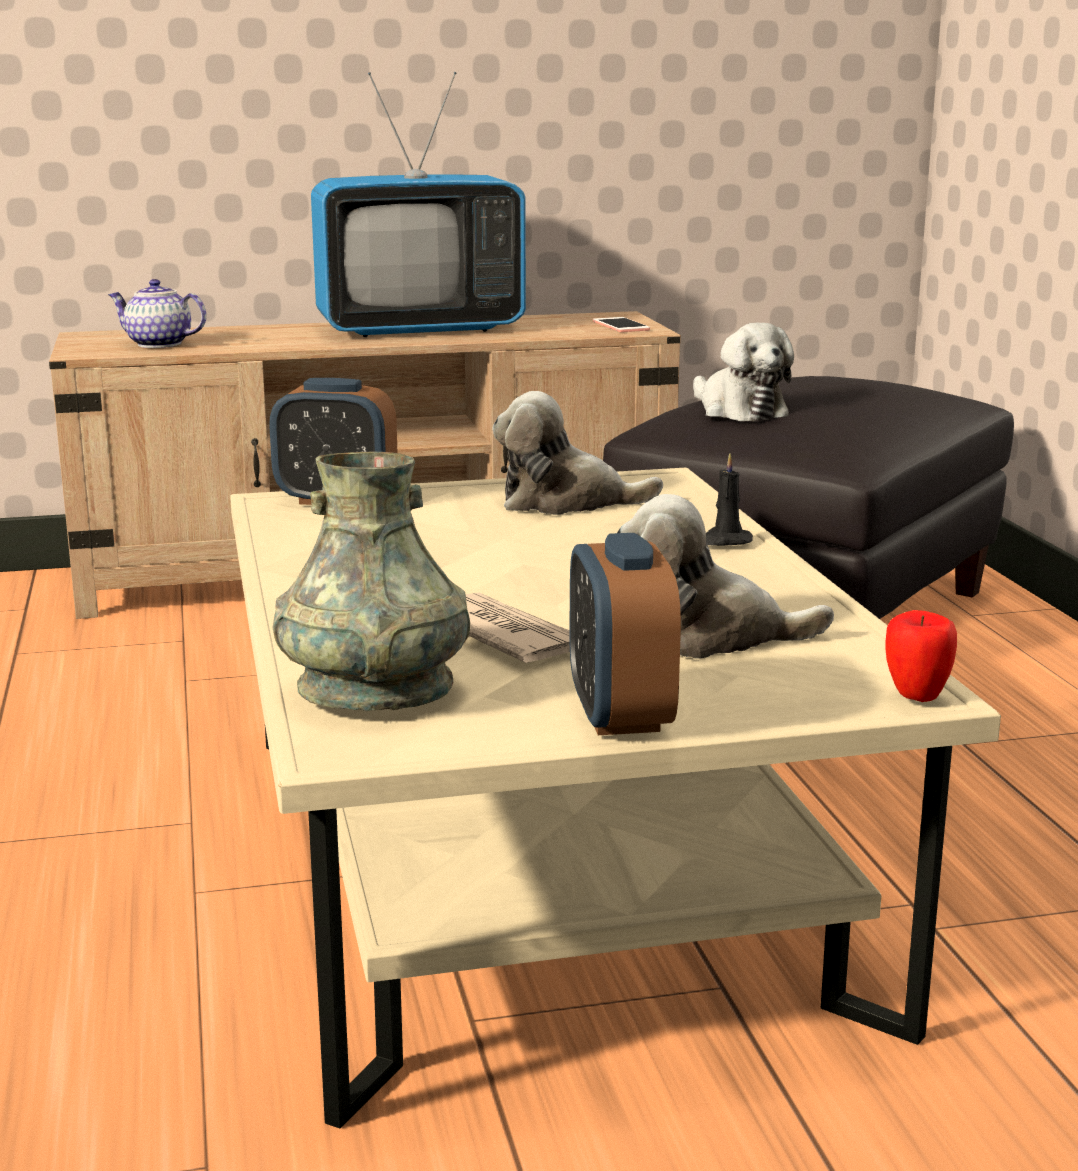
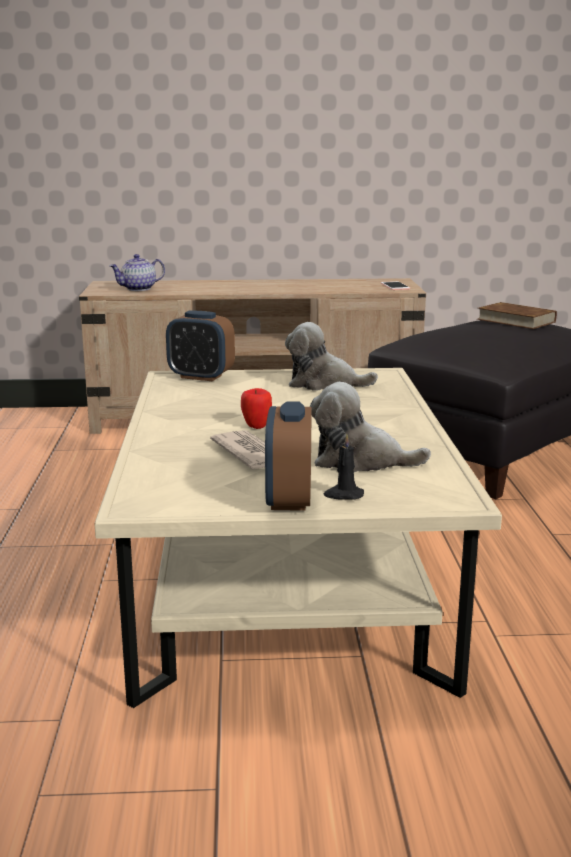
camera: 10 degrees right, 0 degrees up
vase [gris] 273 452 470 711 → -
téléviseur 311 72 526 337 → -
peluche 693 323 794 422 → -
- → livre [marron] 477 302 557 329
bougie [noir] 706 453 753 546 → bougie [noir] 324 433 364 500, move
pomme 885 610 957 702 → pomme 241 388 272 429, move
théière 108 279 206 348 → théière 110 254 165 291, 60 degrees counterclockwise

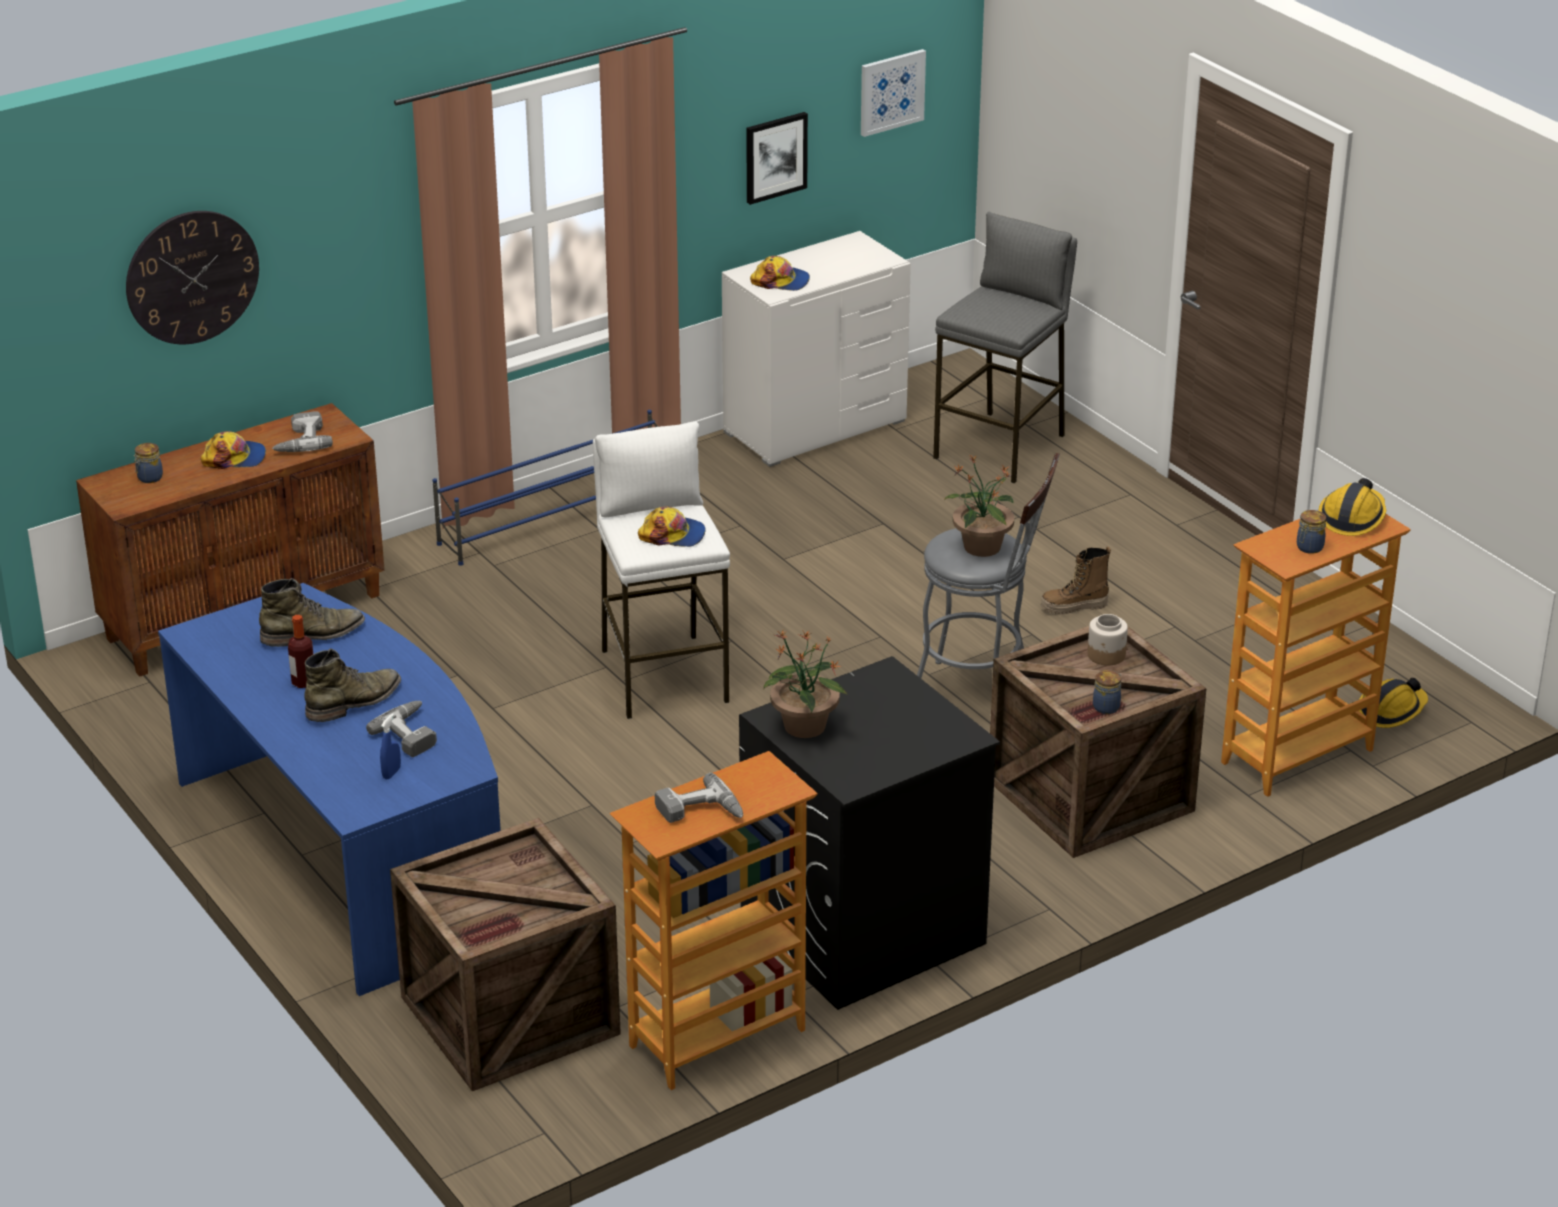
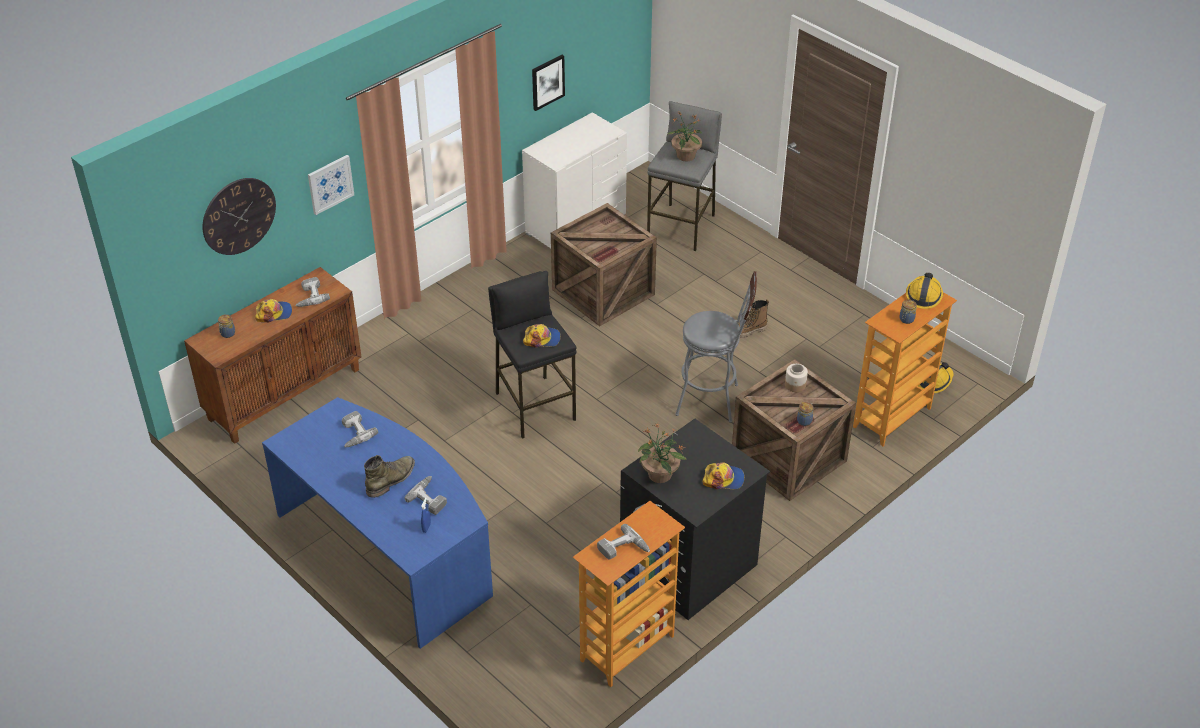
camera: 10 degrees left, 10 degrees up
bouteille 288 615 313 688 → -
étagère à chaussures [bleu] 432 410 658 566 → -
caisse 390 818 621 1091 → caisse 551 203 657 326, move
casquette 750 256 810 291 → casquette 702 462 745 489, move
tableau 861 49 926 137 → tableau 308 155 354 215, move
plante en pot 944 455 1014 557 → plante en pot 667 111 702 161, move
botte [vert] 259 578 365 647 → perceuse 342 411 378 447
tabouret [blanc] 593 422 730 719 → tabouret [noir] 488 271 576 439

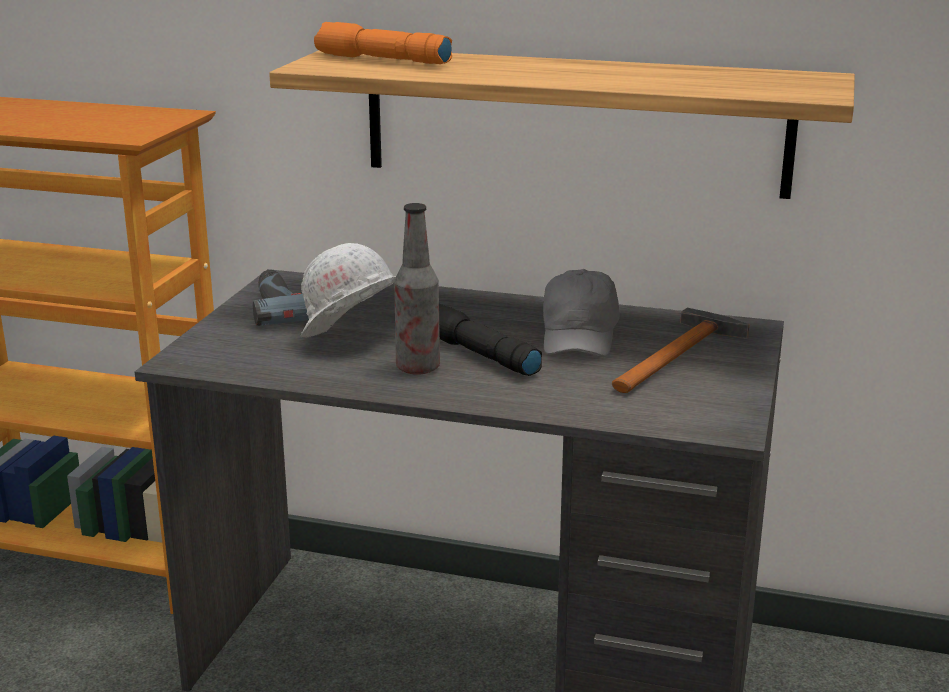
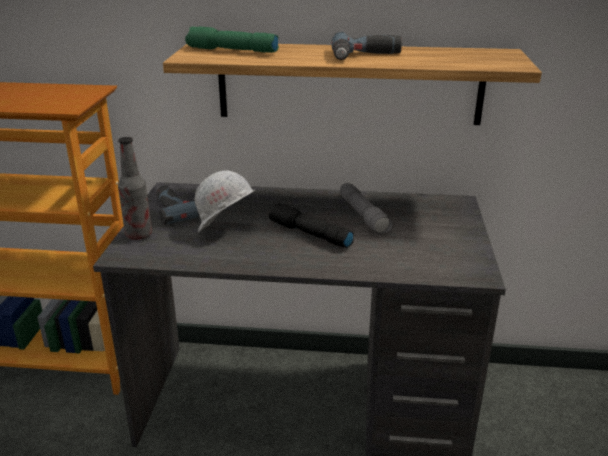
camera: 10 degrees left, 5 degrees up
marteau 612 308 749 393 → -
- → perceuse 331 32 402 60
bouteille 394 203 440 375 → bouteille 118 137 152 240, move
casquette [gris] 543 269 620 357 → lampe de poche [gris] 340 183 393 234
lampe de poche [orange] 314 22 452 64 → lampe de poche [vert] 185 27 279 53

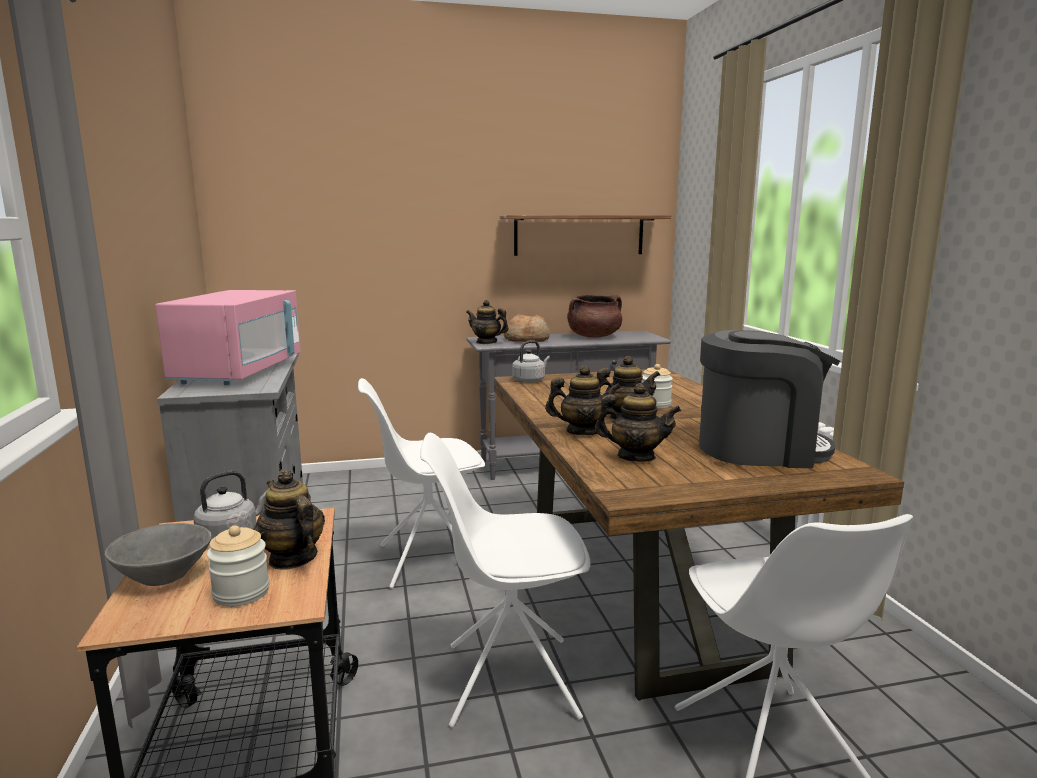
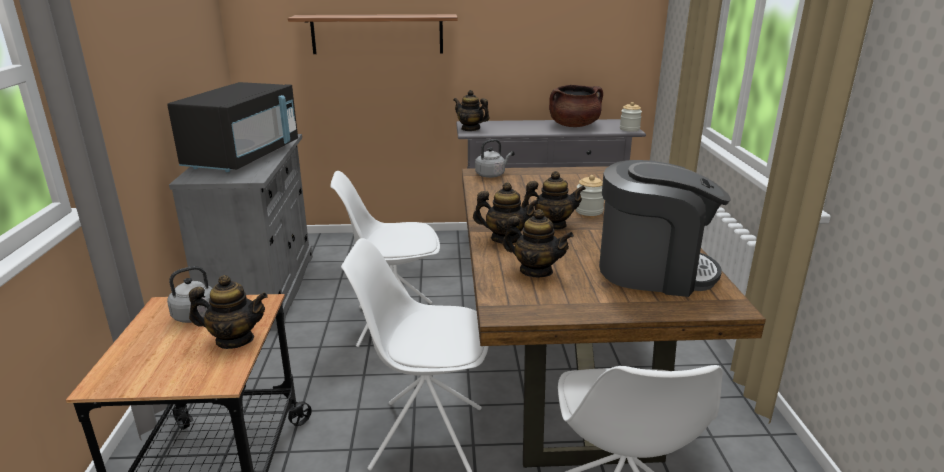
camera: 10 degrees right, 10 degrees up
bol [gris] 105 523 212 586 → -
pain 504 315 550 342 → -
bocal 207 525 269 607 → bocal 620 102 642 131, move
étagère 500 215 671 256 → étagère 288 14 458 54, move
micro-ondes [rose] 155 290 301 385 → micro-ondes [noir] 167 82 298 172
théière 254 470 325 570 → théière 189 275 268 349, 120 degrees clockwise

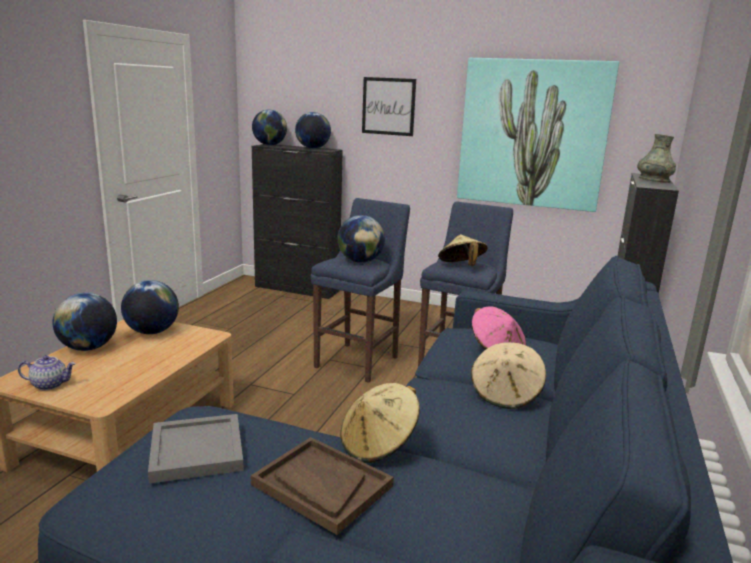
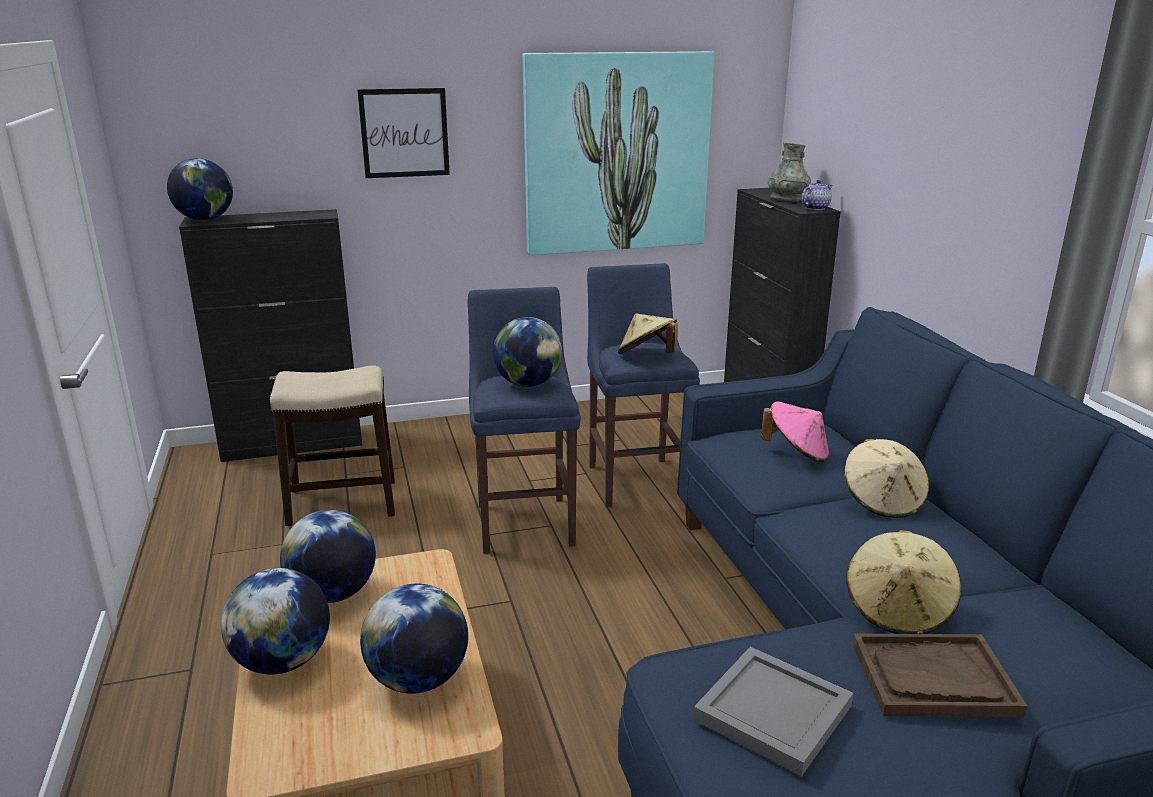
camera: 35 degrees left, 5 degrees up
- → tabouret 270 365 395 526
théière 18 355 76 390 → théière 801 180 833 210, move
globe 295 112 331 149 → globe 360 584 468 694, move

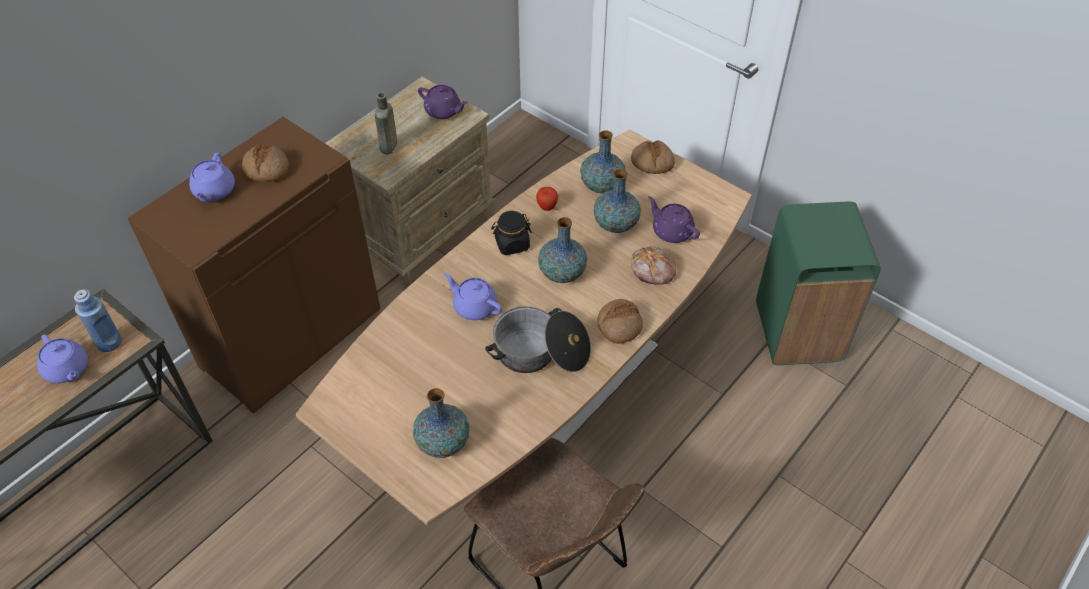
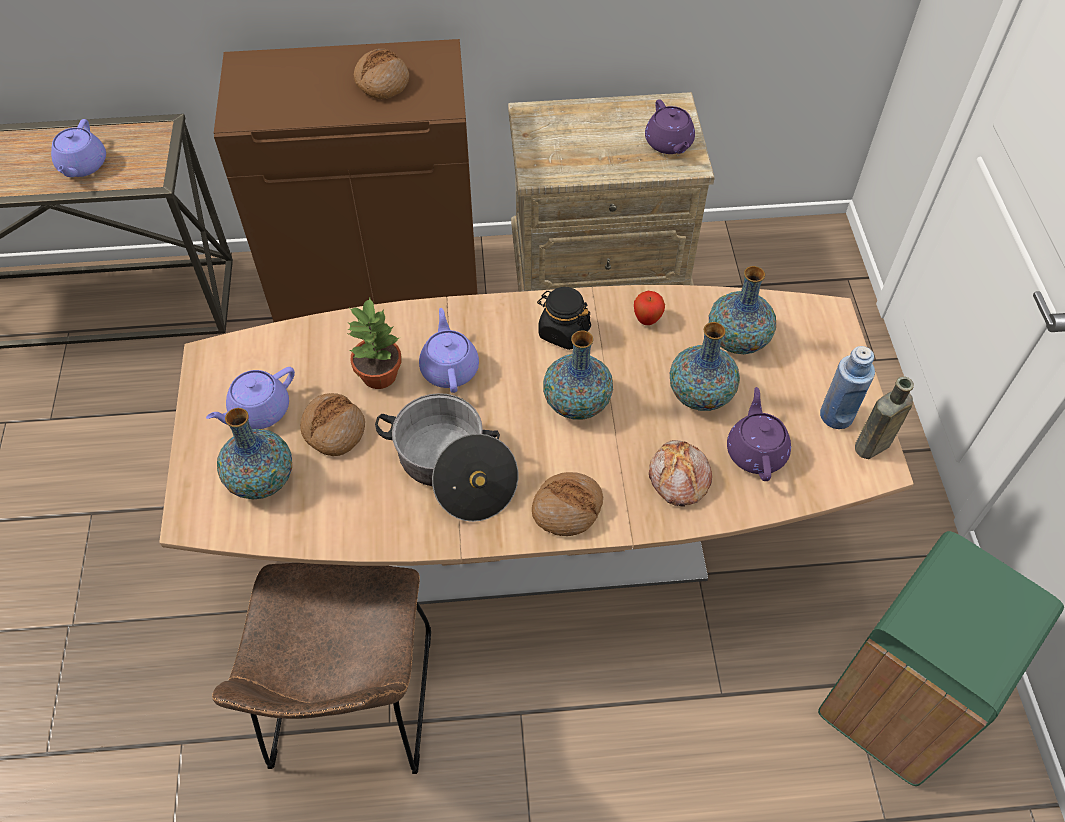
camera: 45 degrees right, 5 degrees up
- → plante en pot 347 298 402 389
bouteille [bleu] 74 289 122 352 → bouteille [bleu] 820 346 875 429, move
théière [violet] 189 152 235 202 → théière [violet] 206 367 295 429, move
bouteille [marron] 375 92 397 155 → bouteille [marron] 855 376 914 459, move
pain 631 140 675 174 → pain 300 393 365 456, move

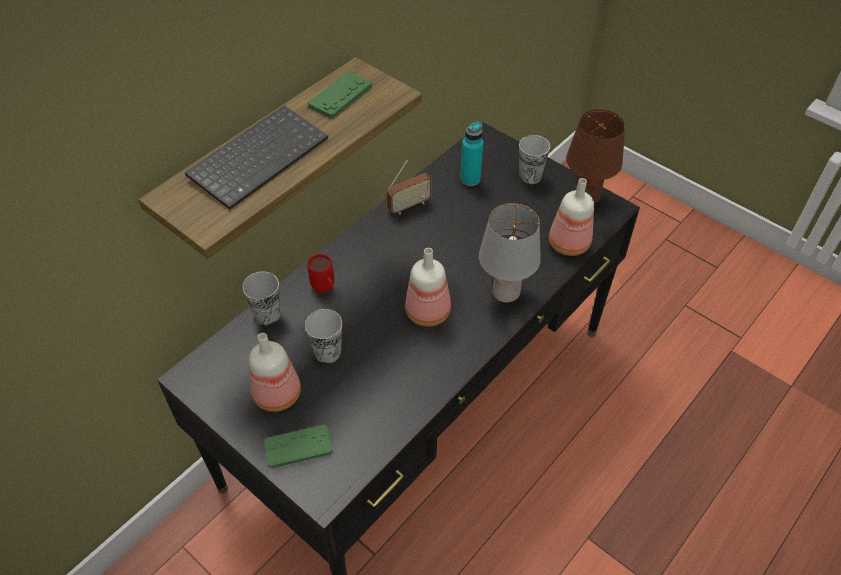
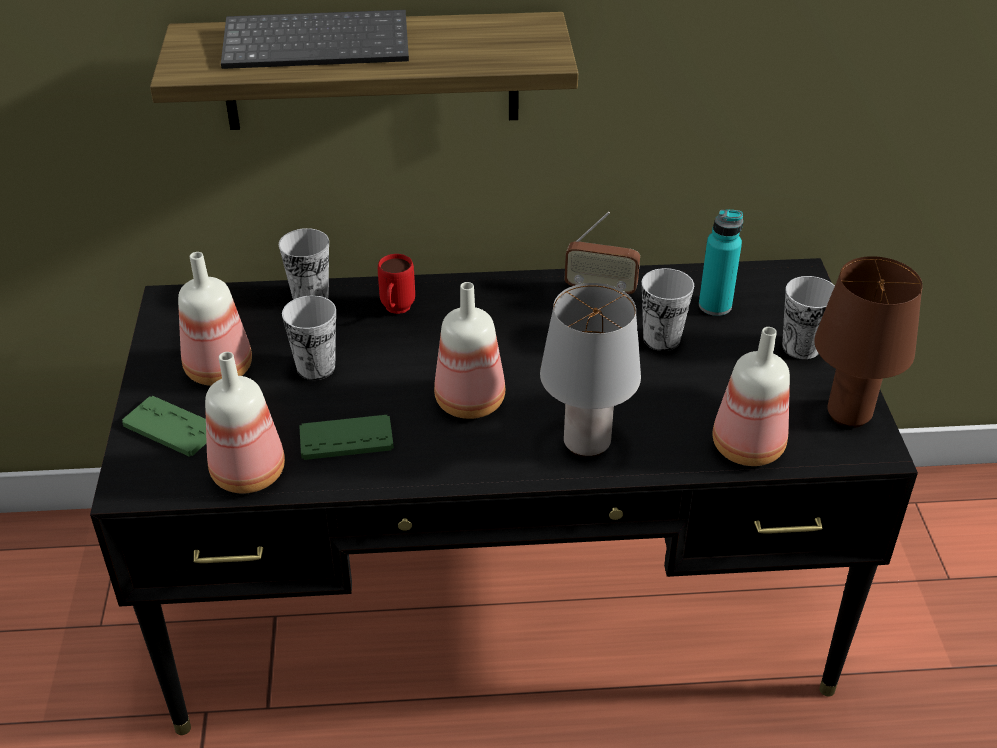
camera: 45 degrees right, 10 degrees down
- → bouteille 205 352 285 494
- → tasse 642 268 694 351
manette [vert] 308 72 372 118 → manette [vert] 299 415 394 460, move

